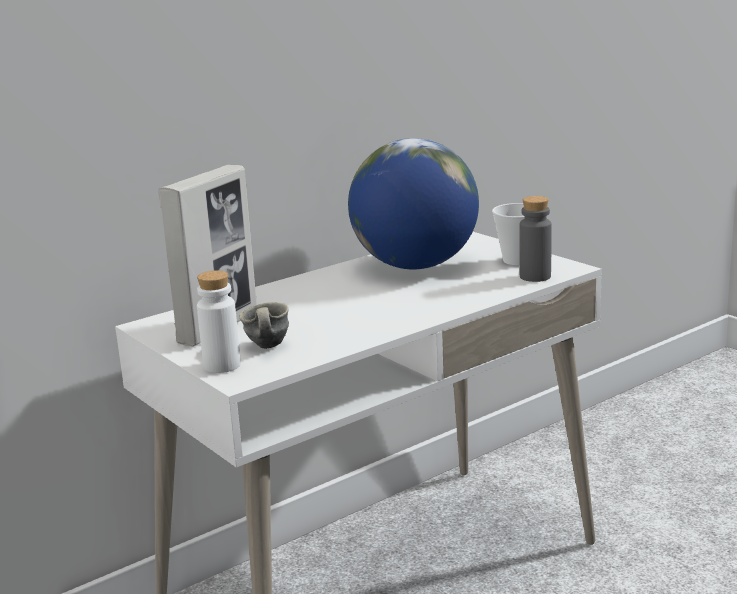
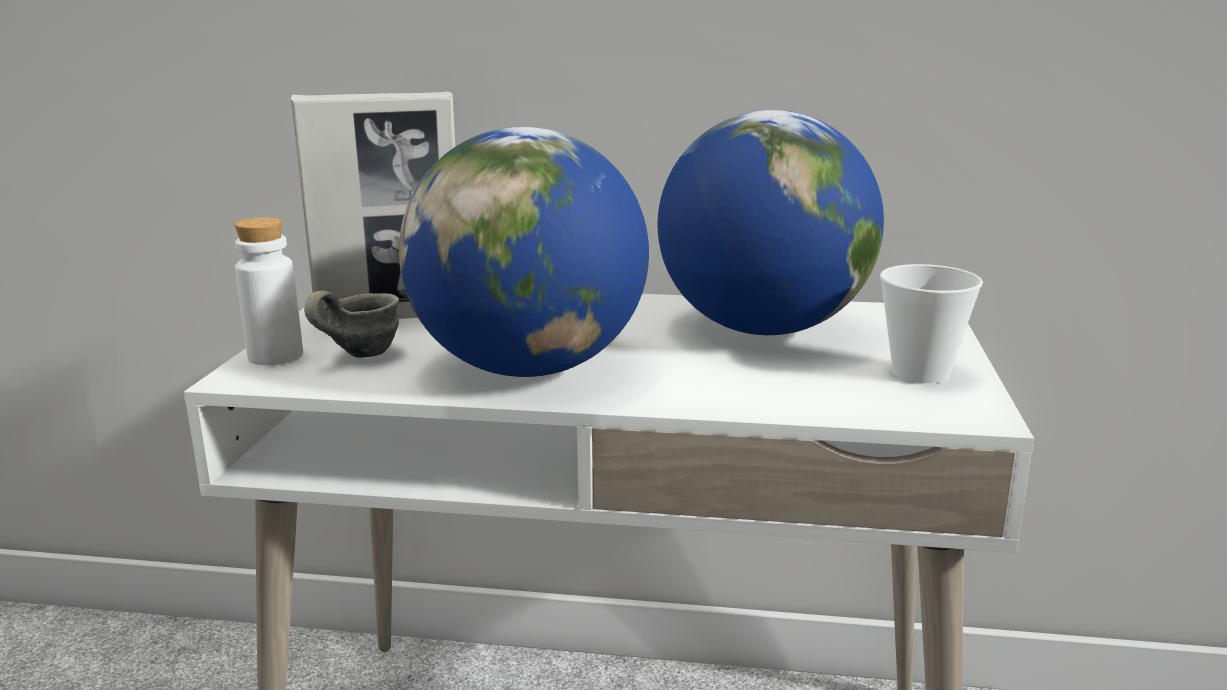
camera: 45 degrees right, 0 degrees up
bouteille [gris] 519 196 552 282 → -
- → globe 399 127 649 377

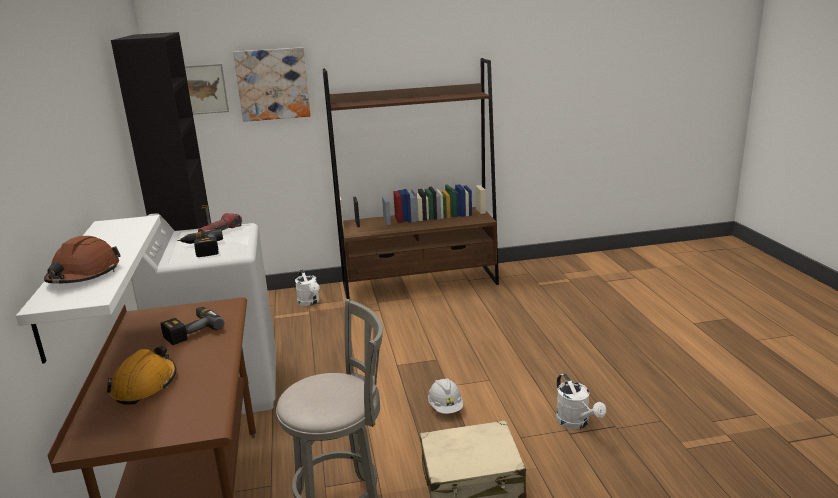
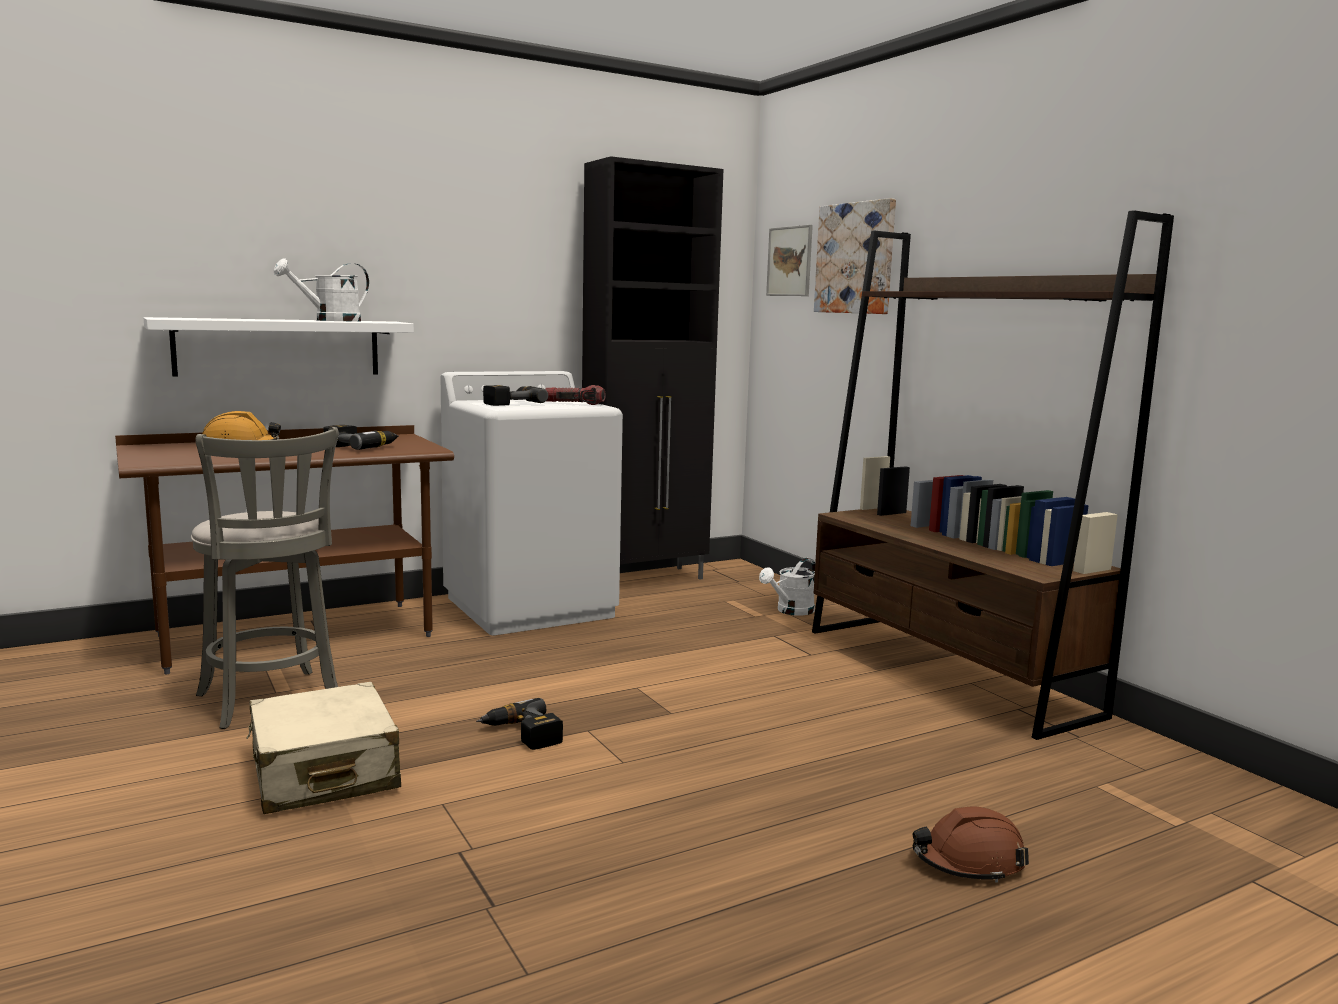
camera: 70 degrees right, 10 degrees down
casque de chantier [marron] 44 236 121 284 → casque de chantier [marron] 913 806 1029 883, move
arrosoir [blanc] 556 374 606 429 → arrosoir [blanc] 274 258 369 321, move
casque de chantier [blanc] 428 378 463 414 → perceuse 476 698 563 750

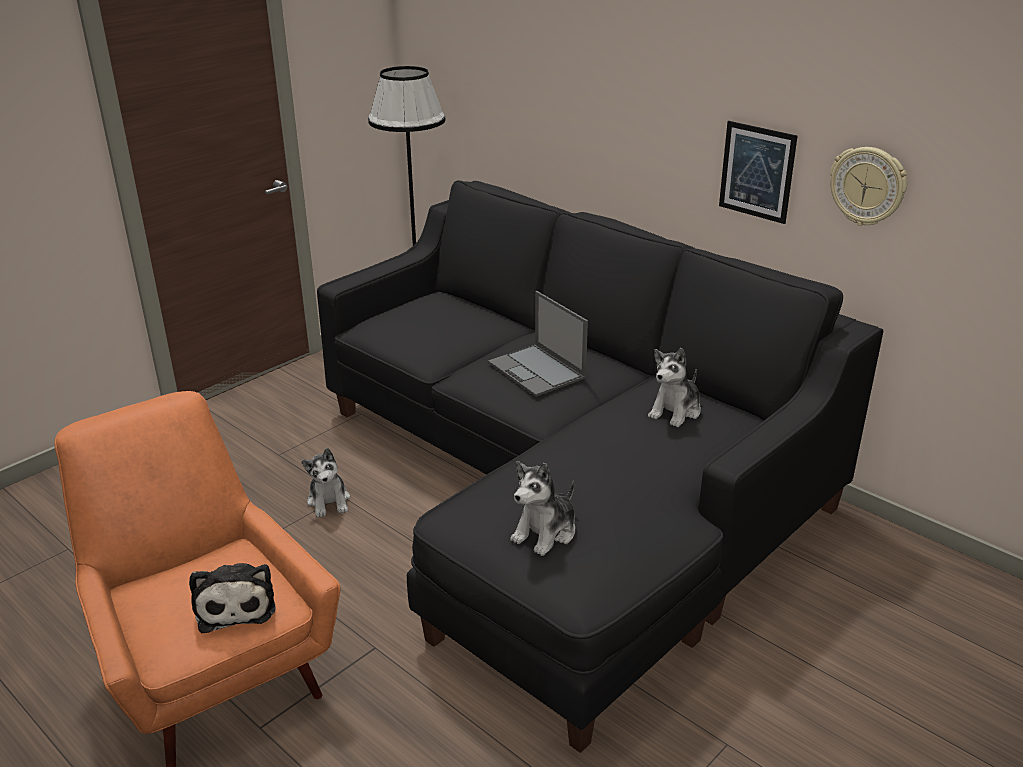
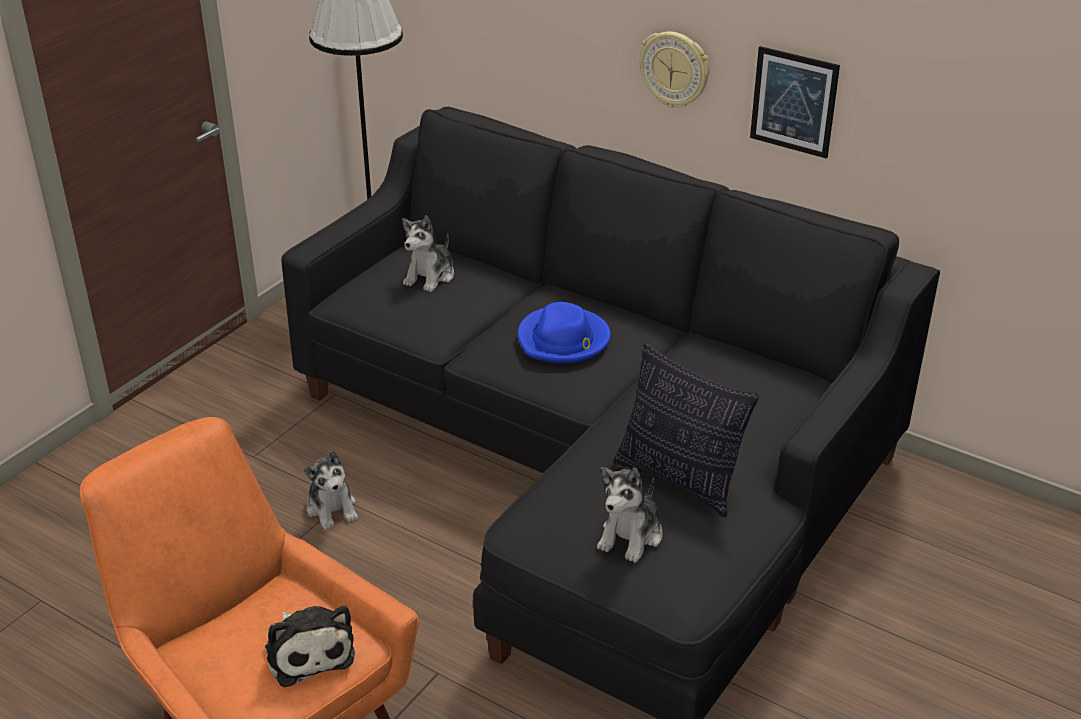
camera: 10 degrees left, 5 degrees up
- → coussin 613 343 759 518
peluche 648 348 701 427 → peluche 402 215 454 292, move
horloge murale 830 147 907 226 → horloge murale 639 32 709 108, move
ordinateur portable 488 291 588 397 → chapeau [bleu] 517 302 611 363

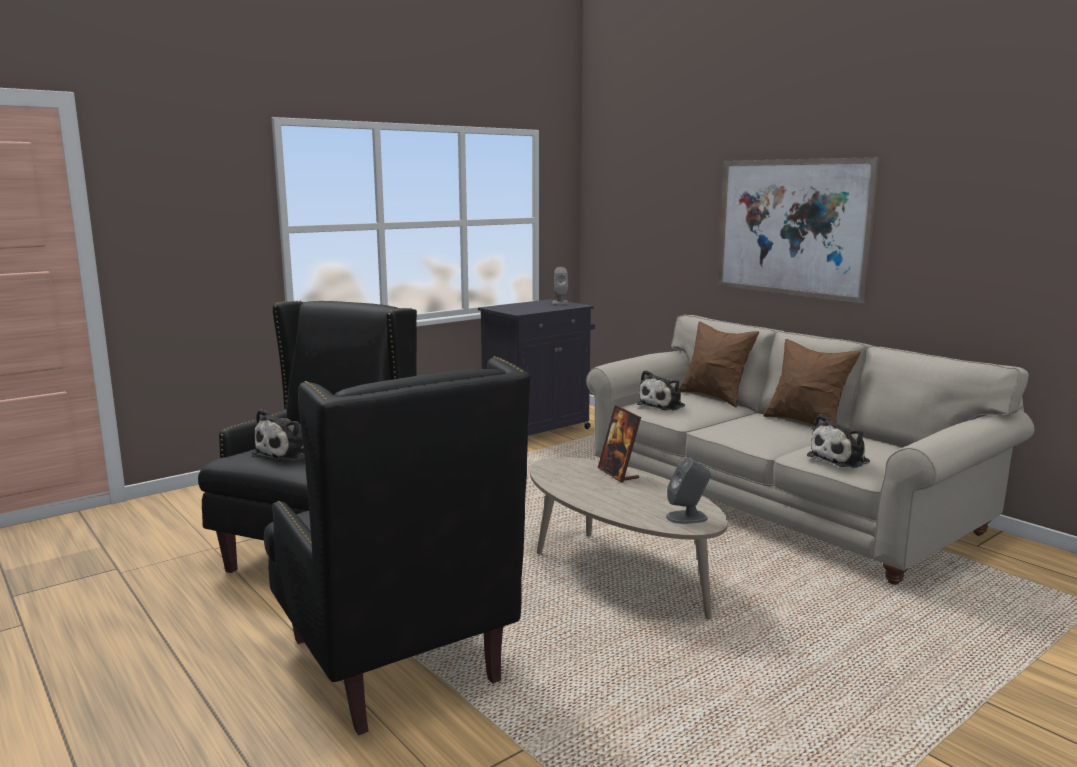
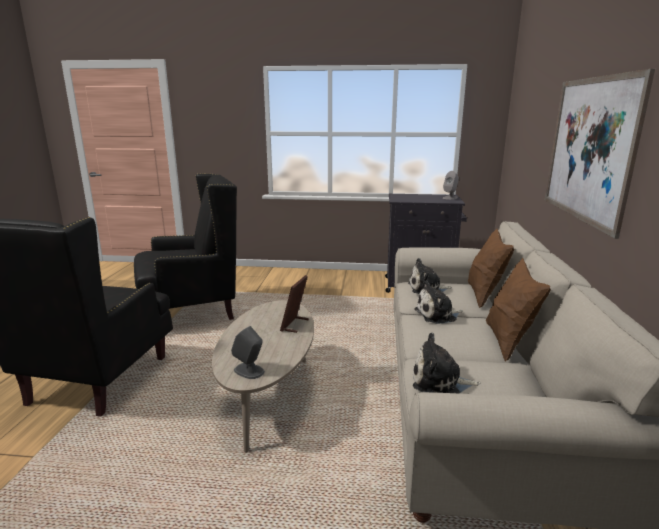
camera: 45 degrees right, 5 degrees up
peluche 252 409 304 461 → peluche 415 281 463 324, move

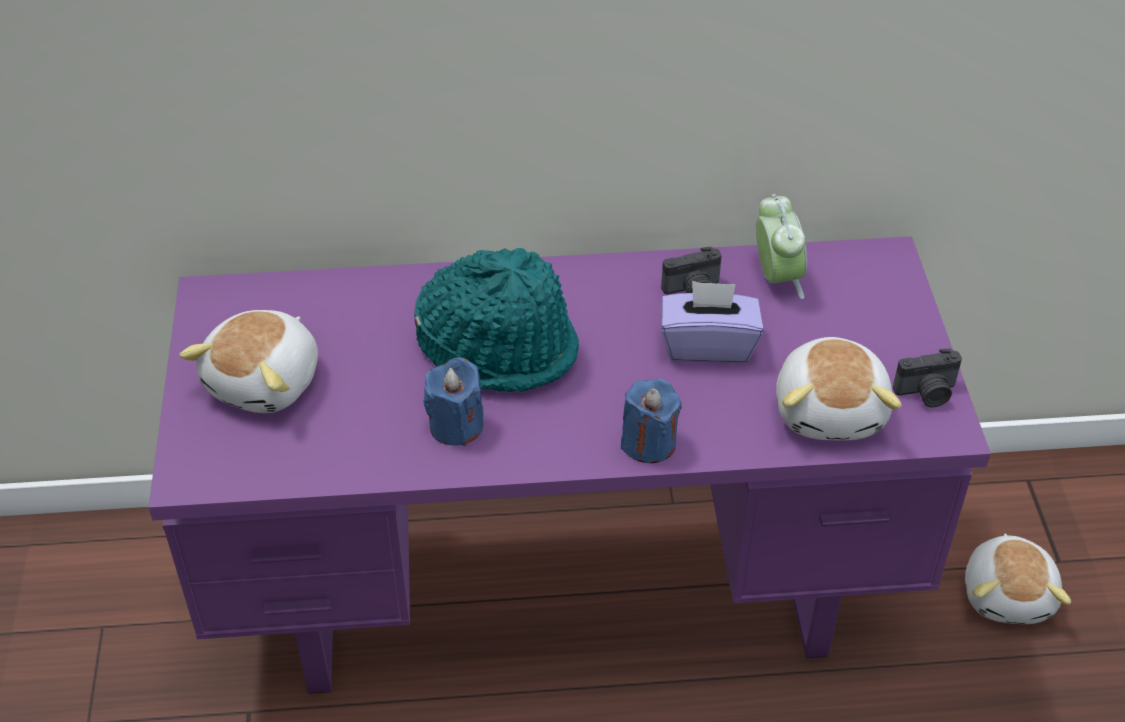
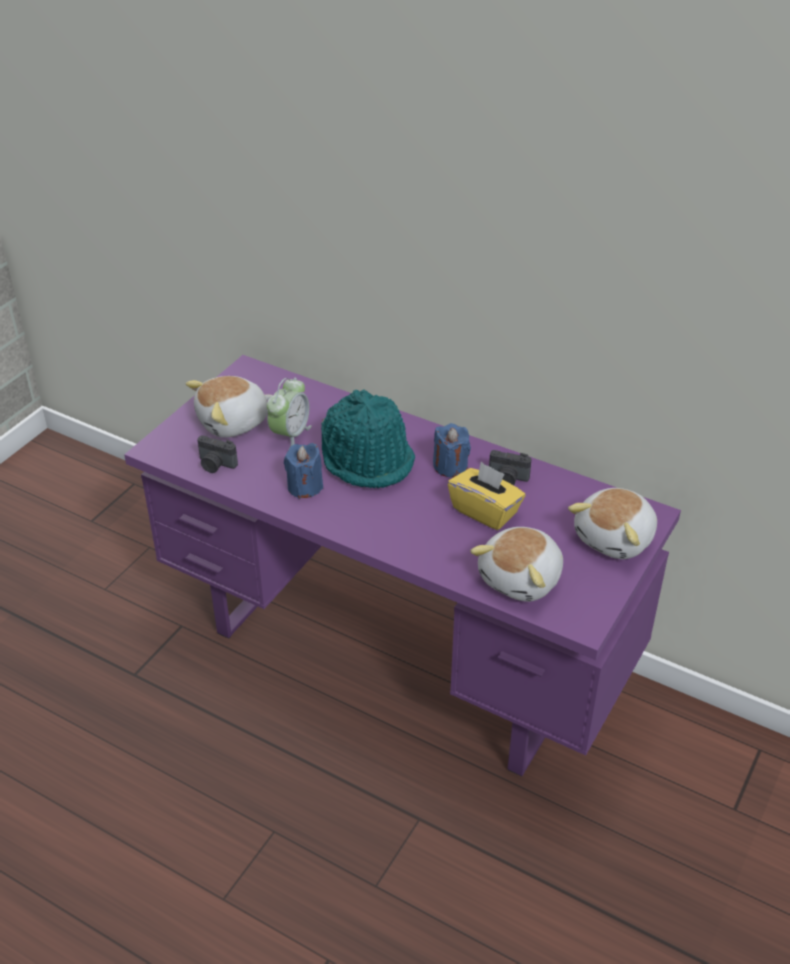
camera: 35 degrees right, 5 degrees down
bougie [bleu] 621 378 682 463 → bougie [bleu] 433 423 471 477, move
réveil 756 194 807 299 → réveil 267 378 312 447, move
appareil photo 893 348 962 407 → appareil photo 197 435 238 473, move
peluche 965 534 1071 624 → peluche 568 488 657 559, move
boîte à mouchoirs [violet] 661 281 763 363 → boîte à mouchoirs [jaune] 448 462 525 530

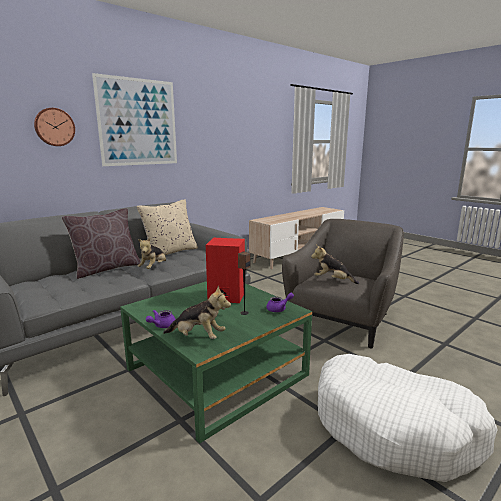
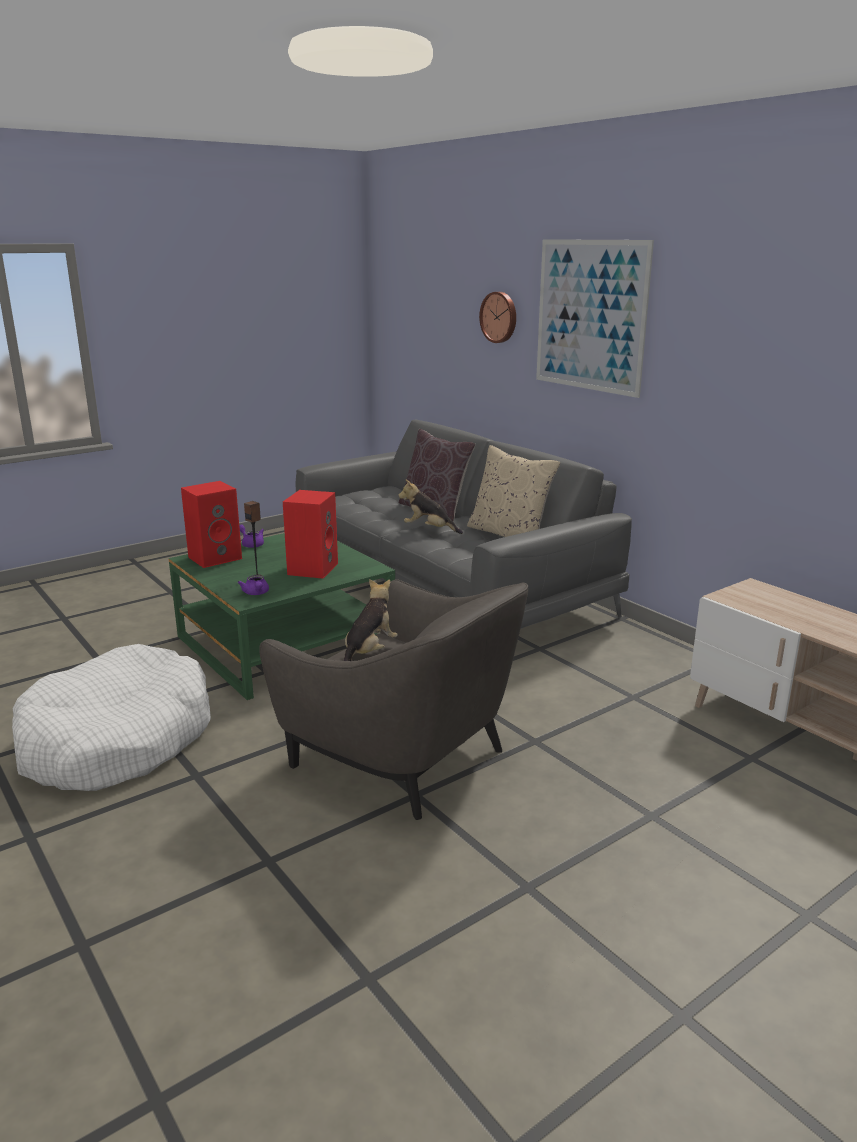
camera: 95 degrees right, 5 degrees up
peluche 163 286 231 339 → enceinte [rouge] 181 481 242 568

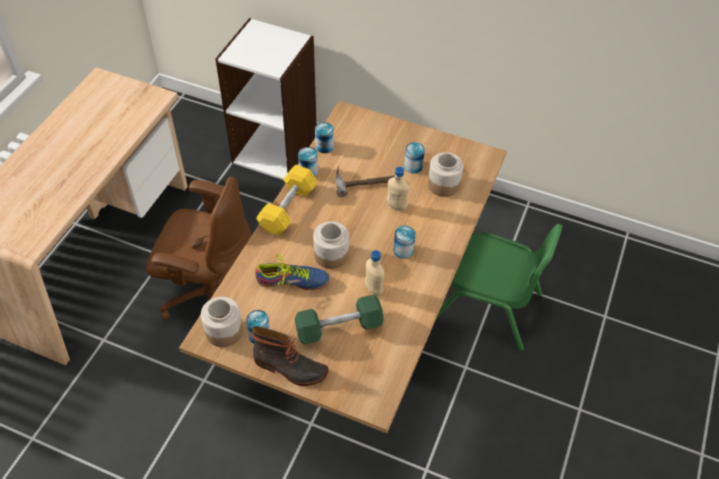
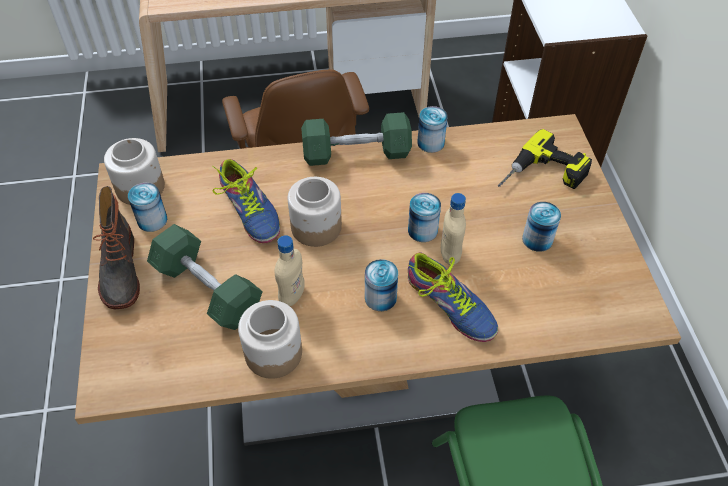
camera: 60 degrees right, 0 degrees up
marteau 336 166 395 197 → -
- → chaussure 408 253 498 342
- → perceuse 498 129 592 189
boîte métallique 315 122 334 153 → boîte métallique 408 193 441 242, move
bocal 428 152 463 197 → bocal 238 300 302 379, move
haltère [jaune] 256 164 318 236 → haltère [vert] 301 112 412 166

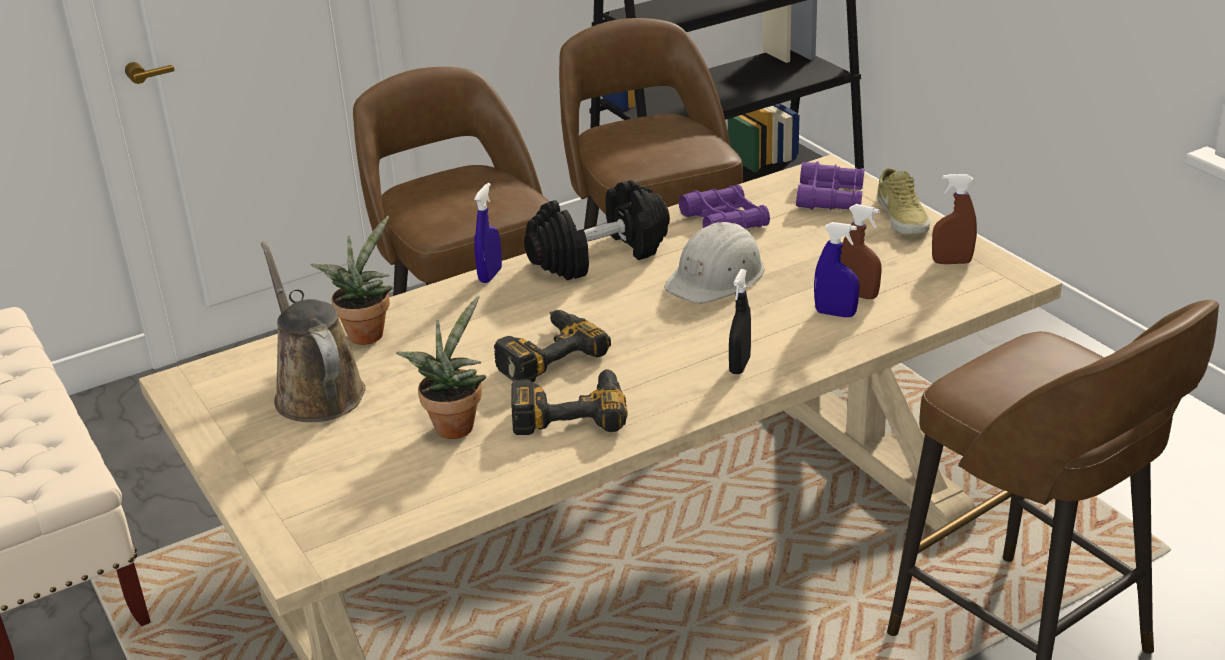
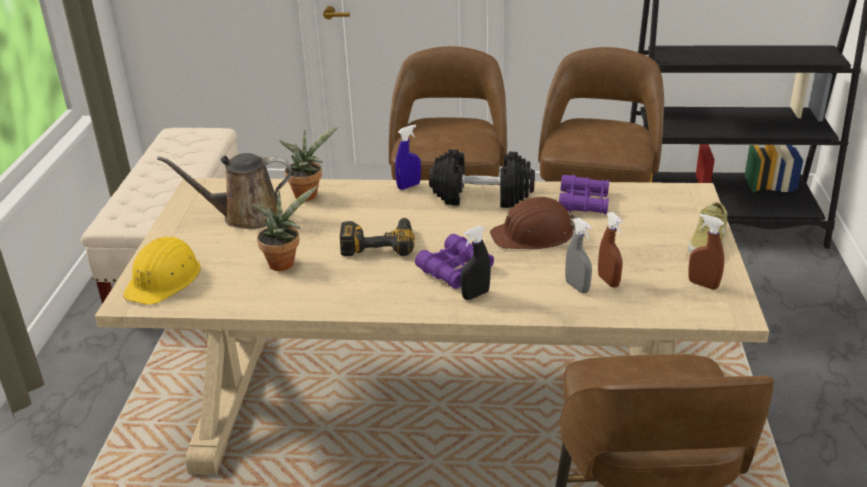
camera: 35 degrees right, 0 degrees up
perceuse 511 369 628 435 → -
- → casque de chantier [jaune] 123 237 201 305
jumelles [violet] 796 162 865 210 → jumelles [violet] 415 234 494 289, move
casque de chantier [blanc] 664 222 764 304 → casque de chantier [marron] 490 197 576 249
vaporisateur [bleu] 814 222 860 317 → vaporisateur [gris] 565 218 592 293
arrosoir [marron] 261 241 366 422 → arrosoir [marron] 157 153 291 229, 105 degrees counterclockwise

